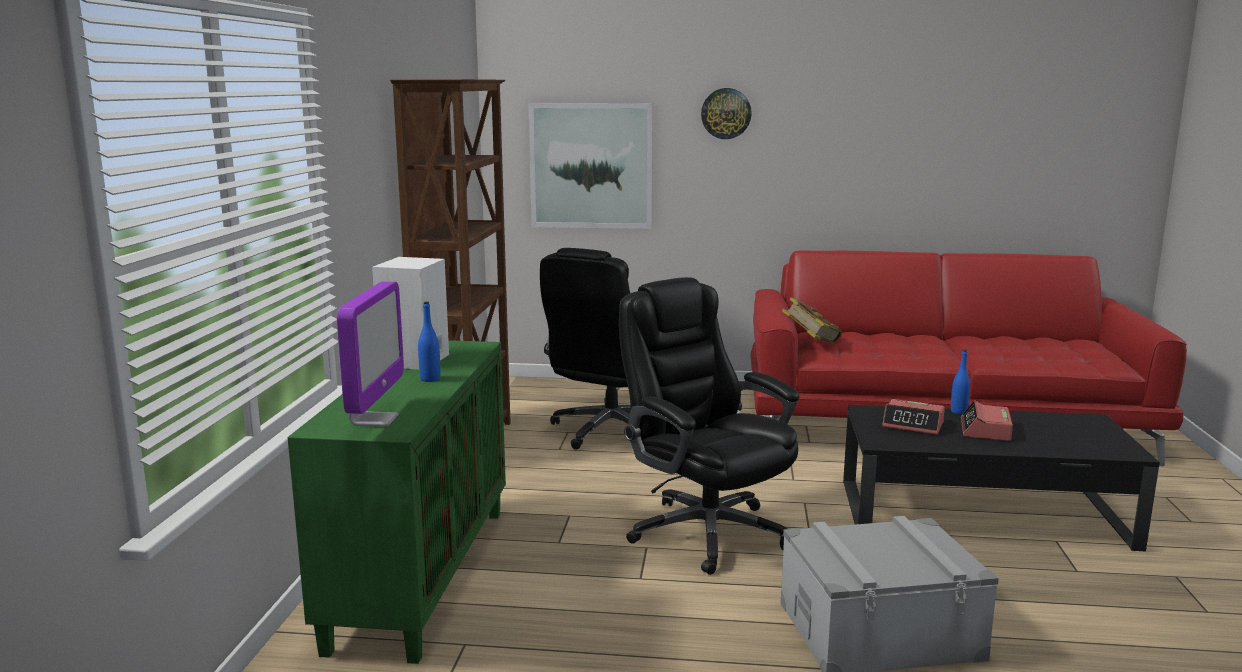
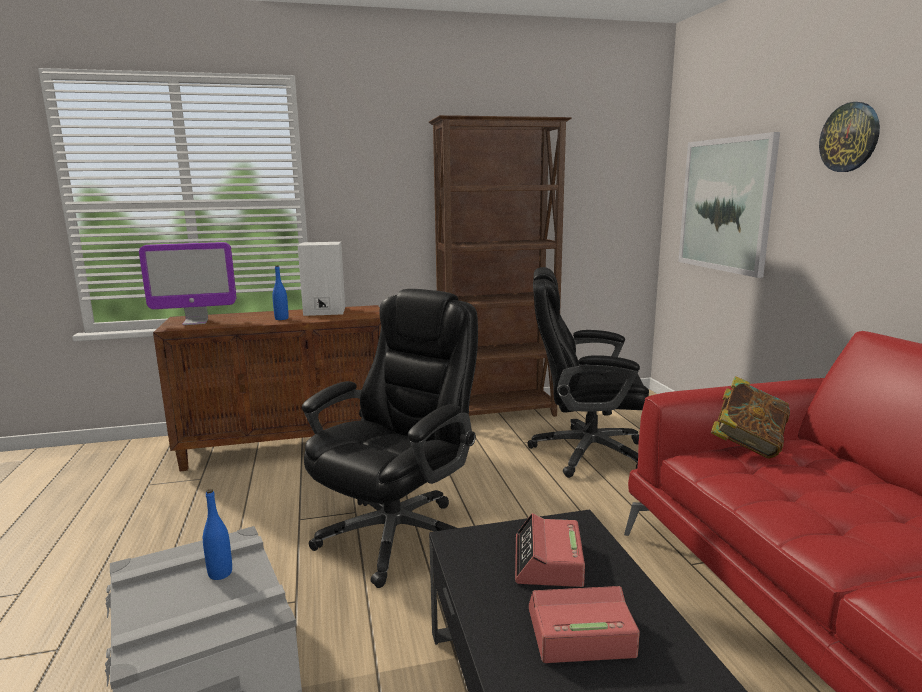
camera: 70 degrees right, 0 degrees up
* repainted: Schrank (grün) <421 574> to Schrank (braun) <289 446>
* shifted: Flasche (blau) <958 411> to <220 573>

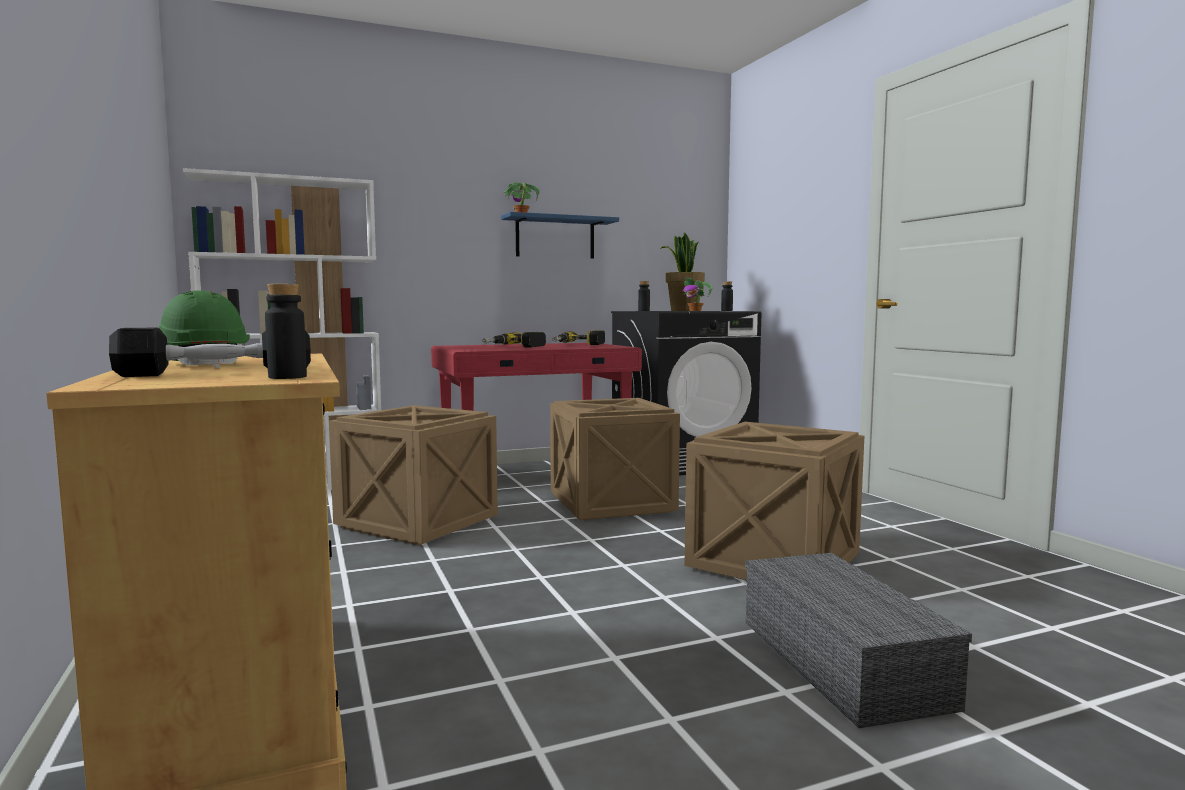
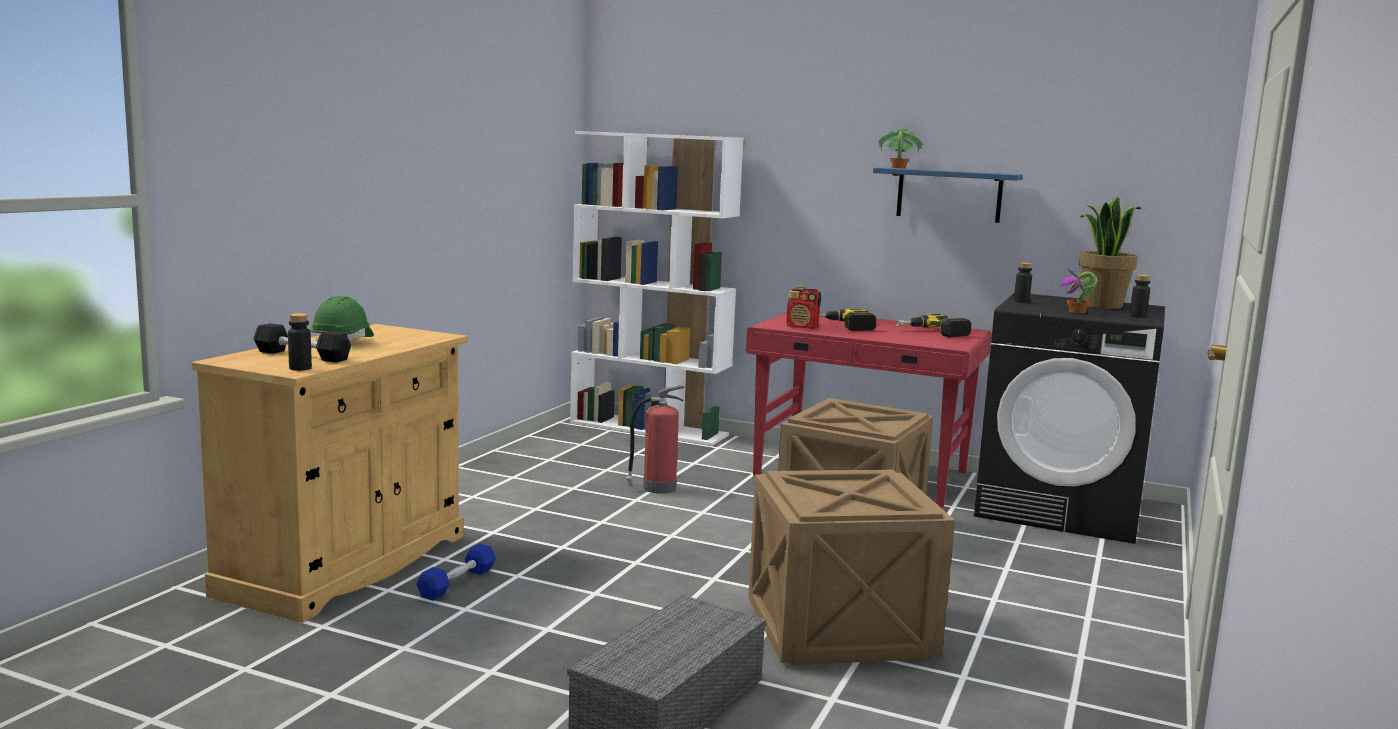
camera: 45 degrees right, 5 degrees up
* swapped: Kiste <415 522> to Feuerlöscher <657 488>
* new: Radio <802 327>
* new: Hantel (blau) <457 583>

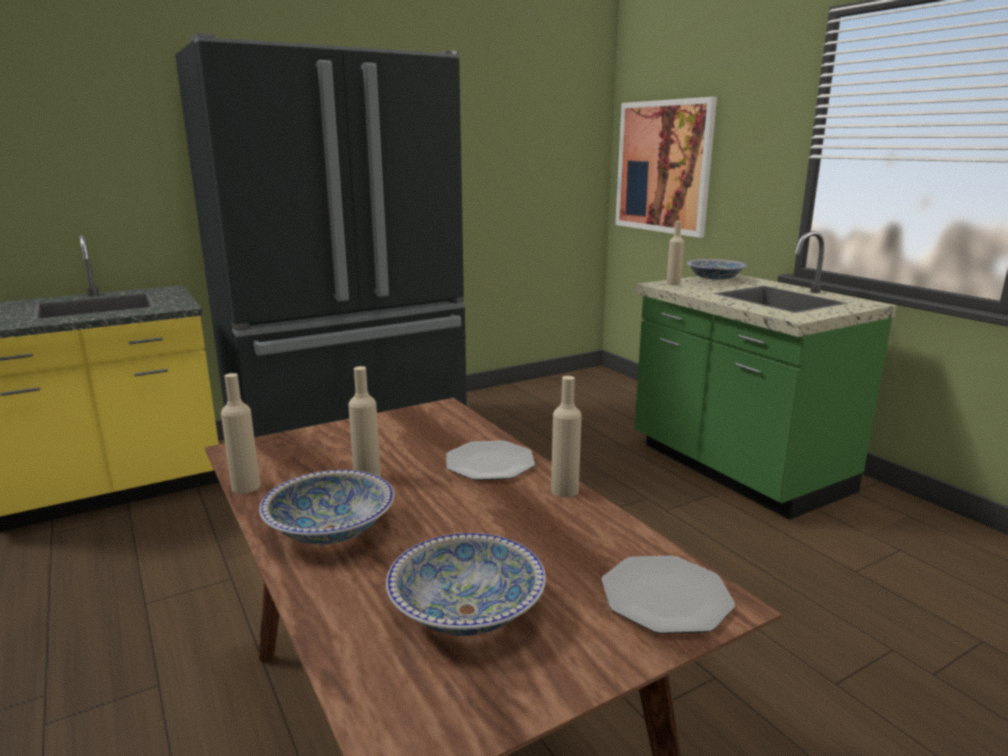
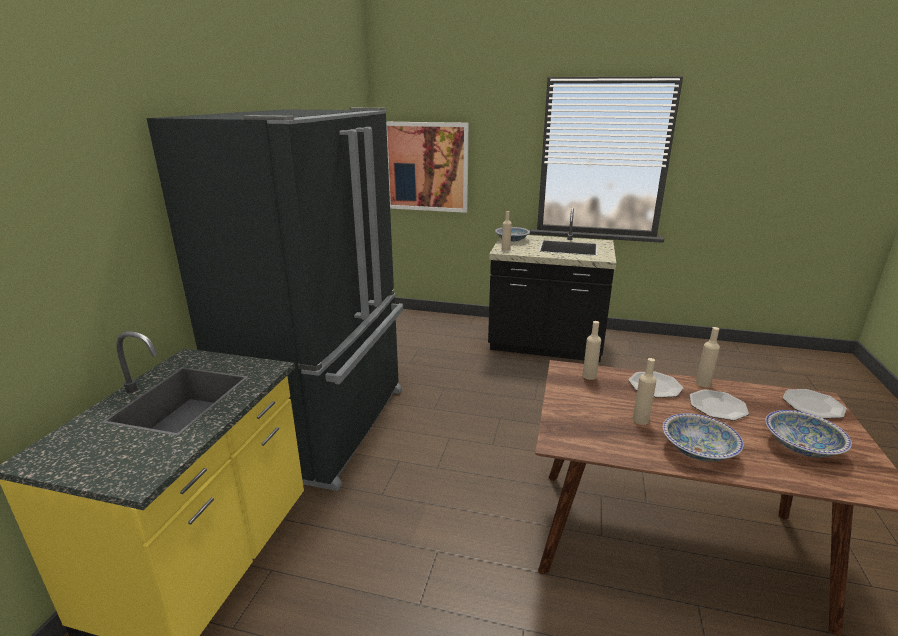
camera: 45 degrees left, 5 degrees up
* repainted: Küchenzeile (grün) <736 469> to Küchenzeile (schwarz) <545 346>
* shifted: Flasche (beige) <245 487> to <589 376>
* new: Teller <717 406>

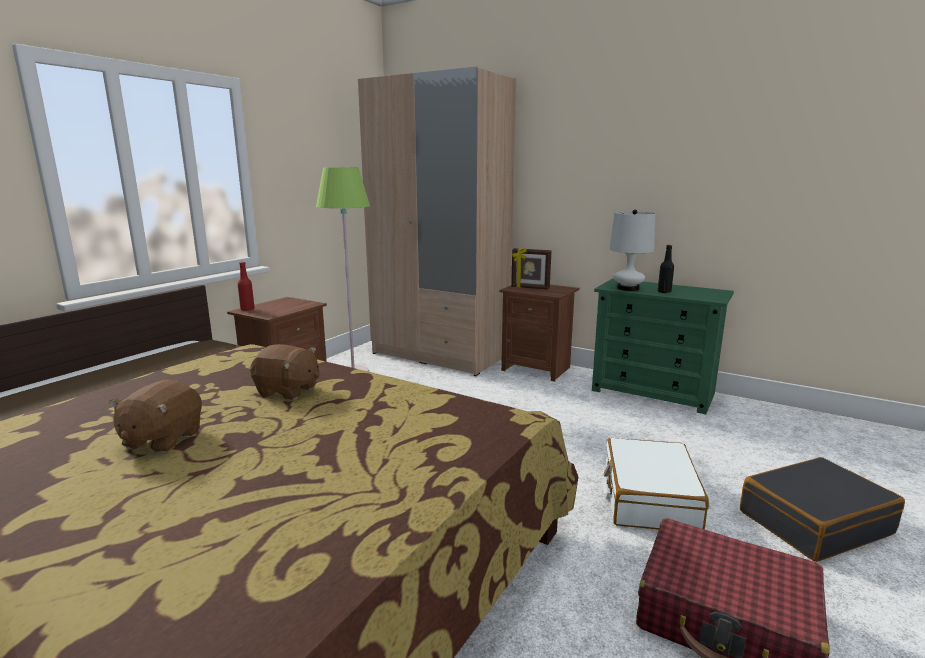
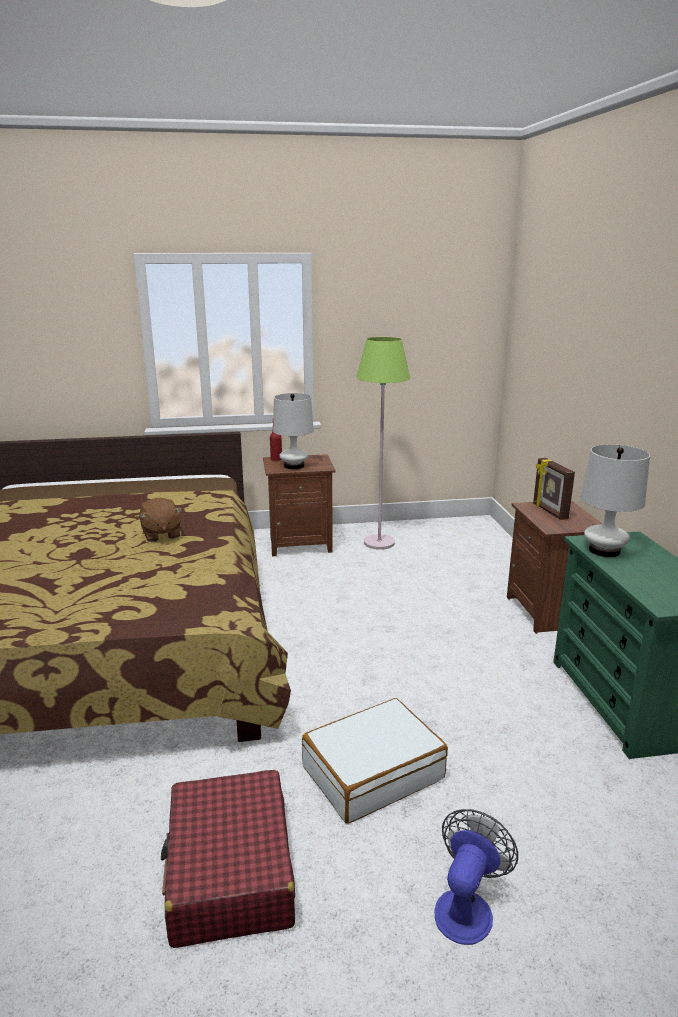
camera: 50 degrees right, 5 degrees up
* gone: Kleiderschrank (beige) <440 354>
* gone: Flasche (schwarz) <664 292>
* gone: Plüschtier (braun) <162 439>
* swapped: Koffer (schwarz) <813 522> to Ventilator <466 906>
* new: Tischlampe (weiß) <294 466>

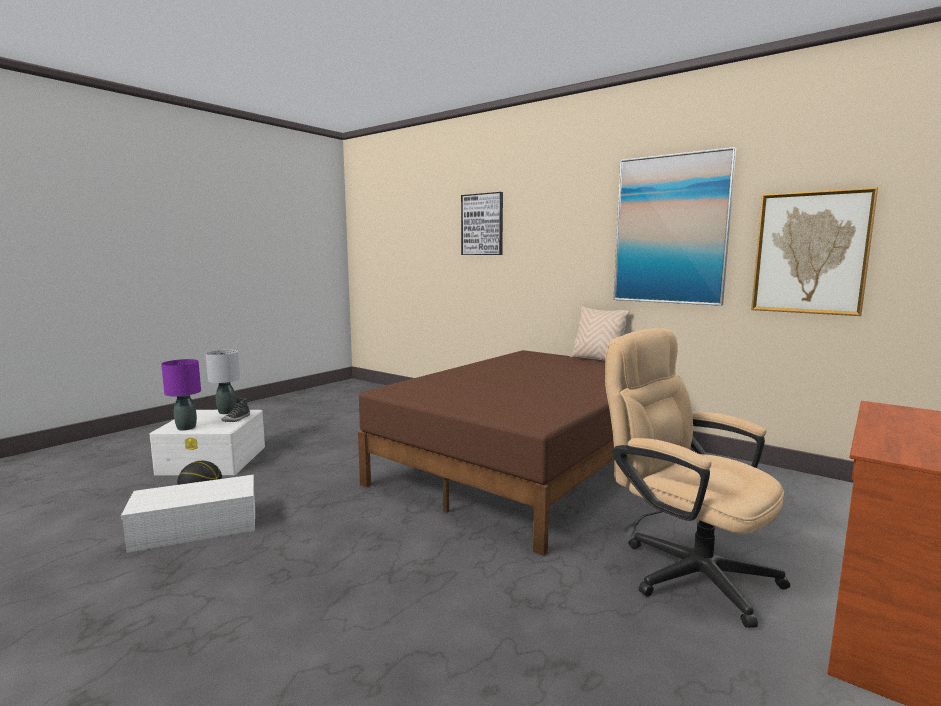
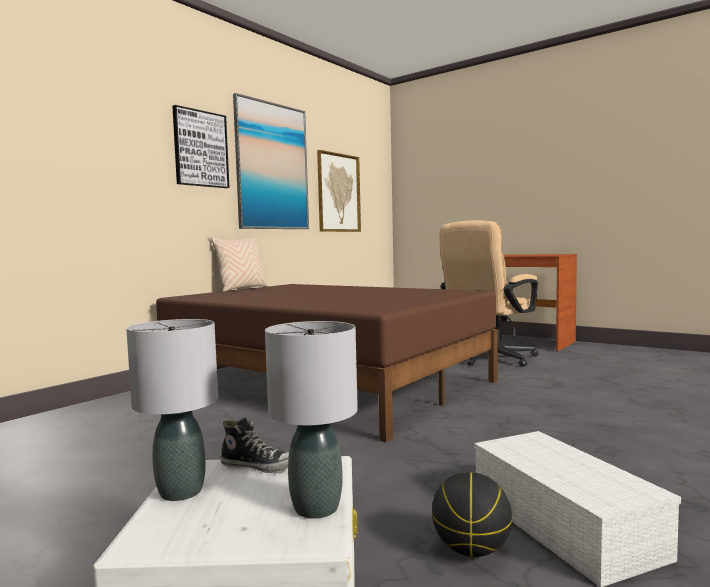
camera: 90 degrees left, 5 degrees down
* shifted: Bild <482 224> to <200 149>
* repainted: Tischlampe (lila) <186 427> to Tischlampe (grau) <315 508>

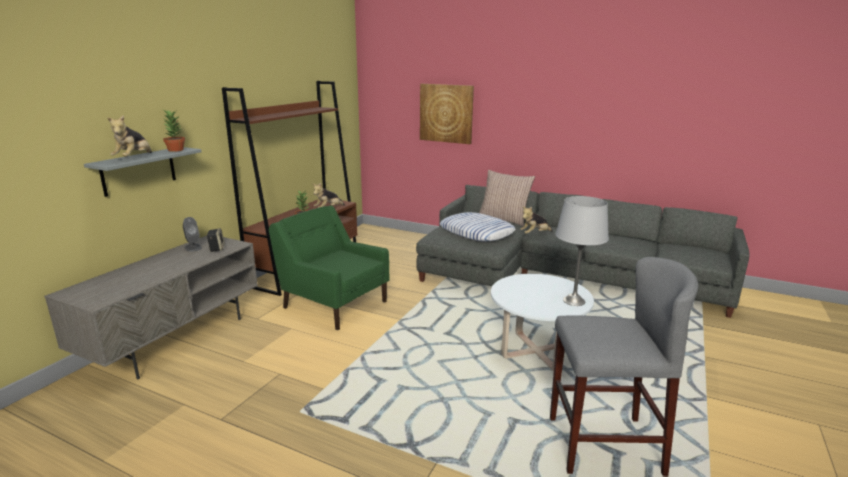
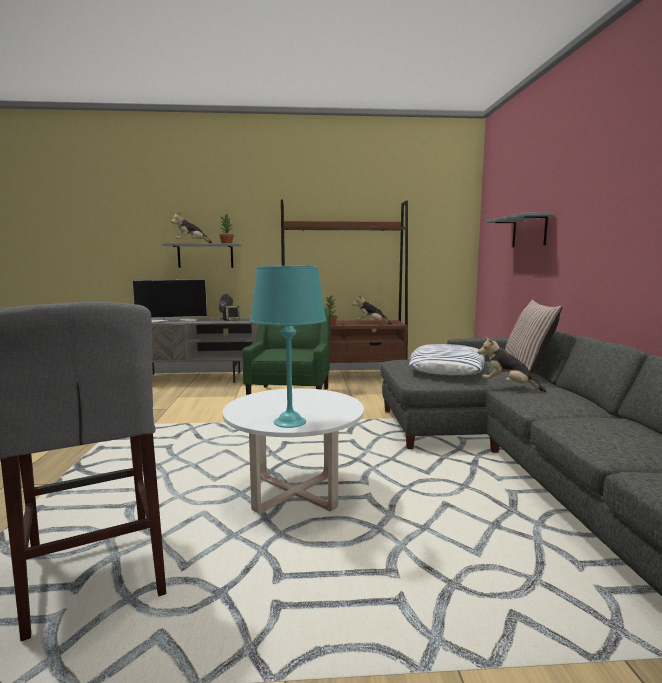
camera: 60 degrees right, 10 degrees down
* swapped: Bild <446 113> to Wandregal (grau) <529 231>
* repainted: Tischlampe (grau) <574 301> to Tischlampe (türkis) <289 422>
* new: Fernseher <172 320>

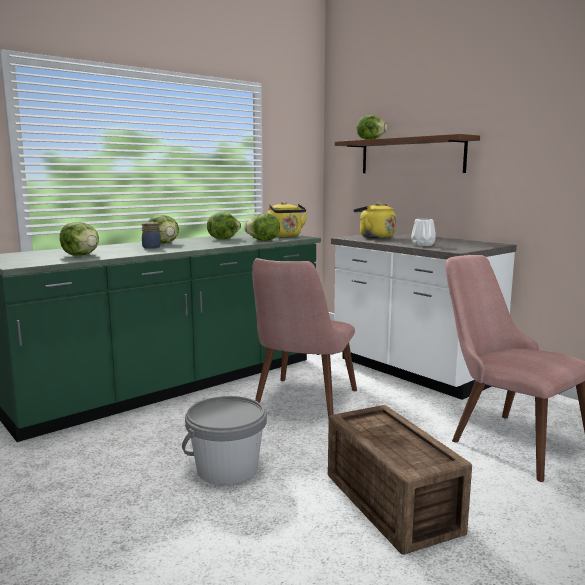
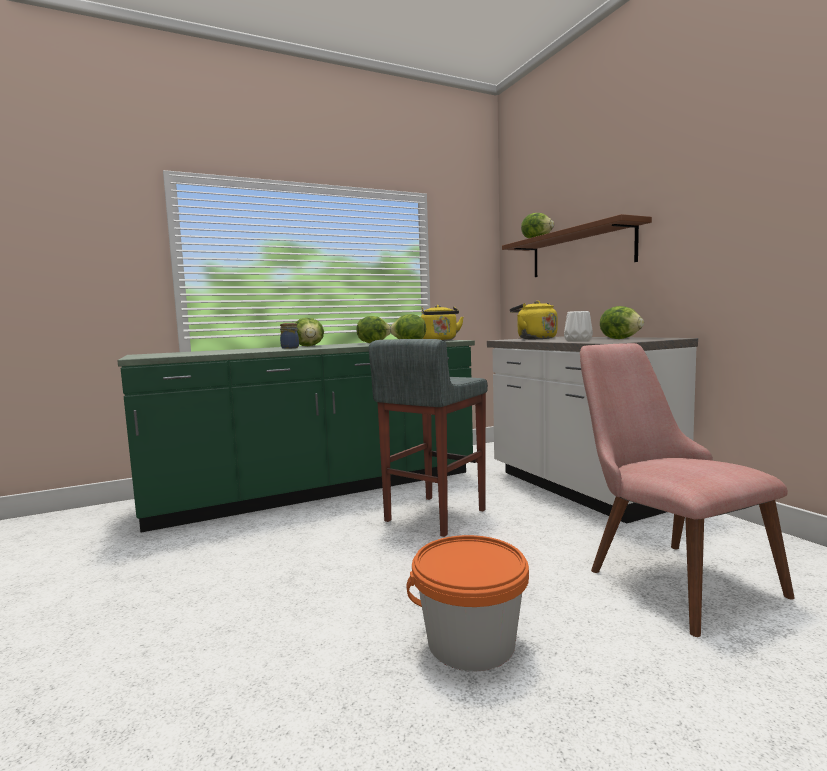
camera: 15 degrees right, 5 degrees down
* shifted: Salatkopf <82 255> to <621 339>
* swapped: Stuhl (rosa) <301 404> to Hocker (grau) <433 515>
* gone: Eimer (grau) <227 469>
* swapped: Kiste <390 504> to Eimer (orange) <471 642>

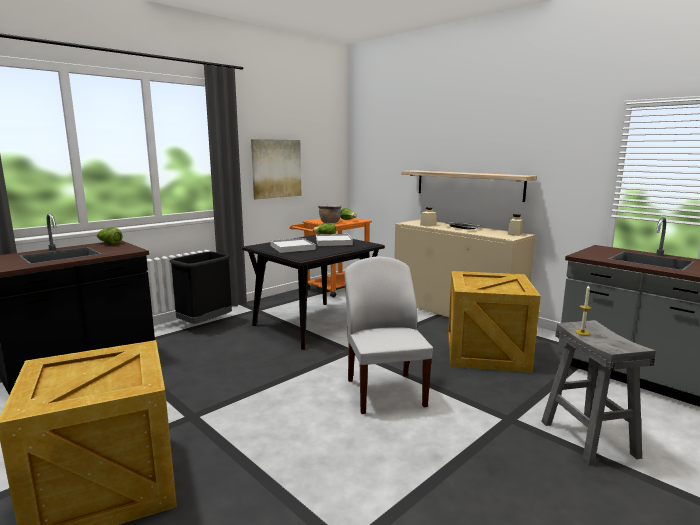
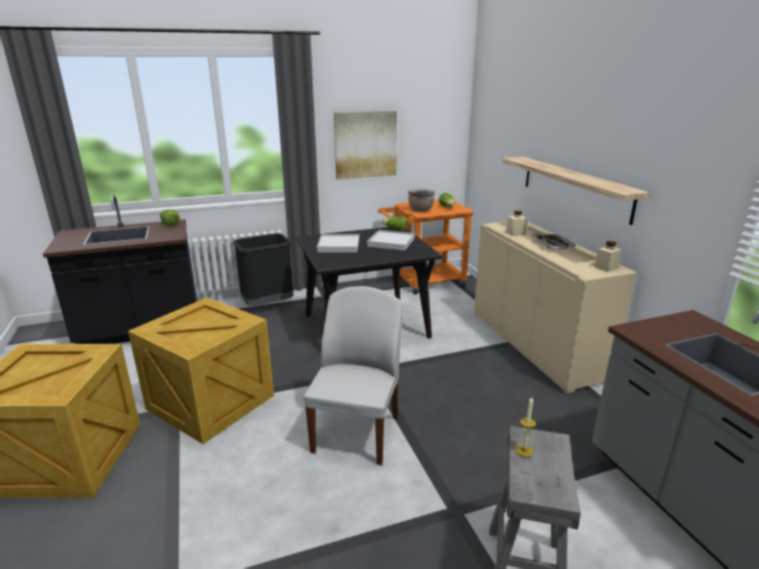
camera: 25 degrees right, 10 degrees up
* shifted: Kiste <487 352> to <213 402>

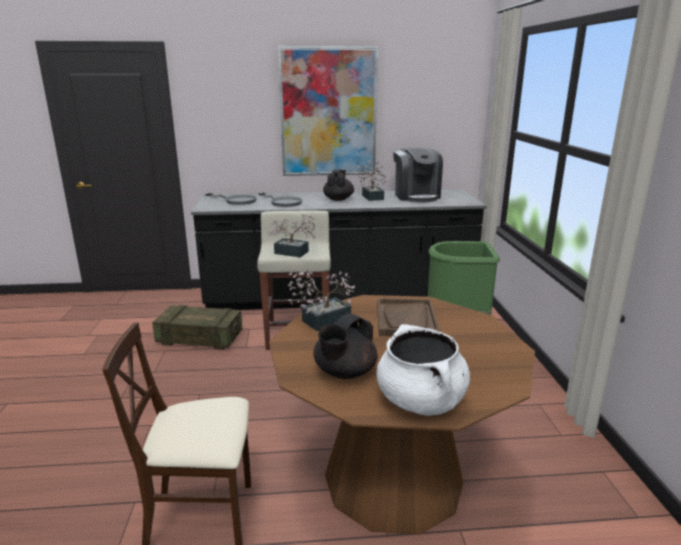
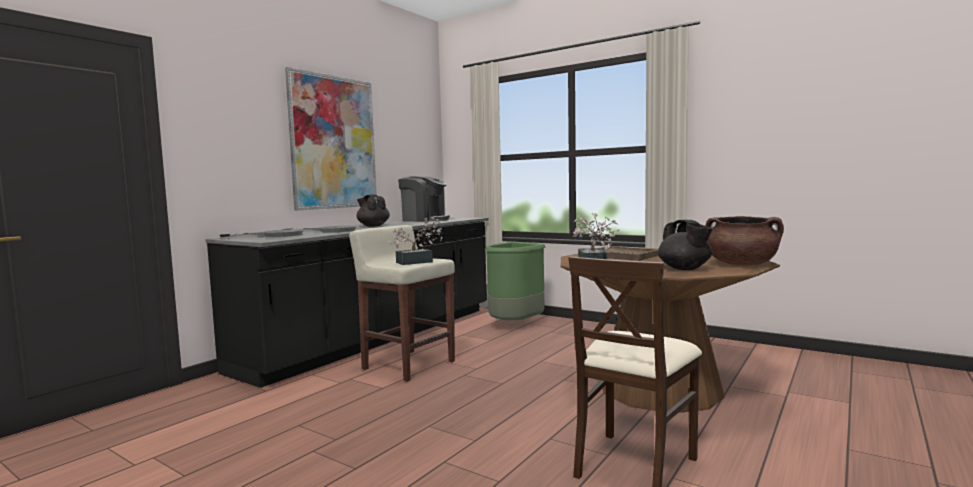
camera: 50 degrees left, 15 degrees down
* gone: Topfpflanze <372 196>
* gone: Kiste <200 338>
* repainted: Kochtopf (weiß) <421 401> to Kochtopf (braun) <742 264>

